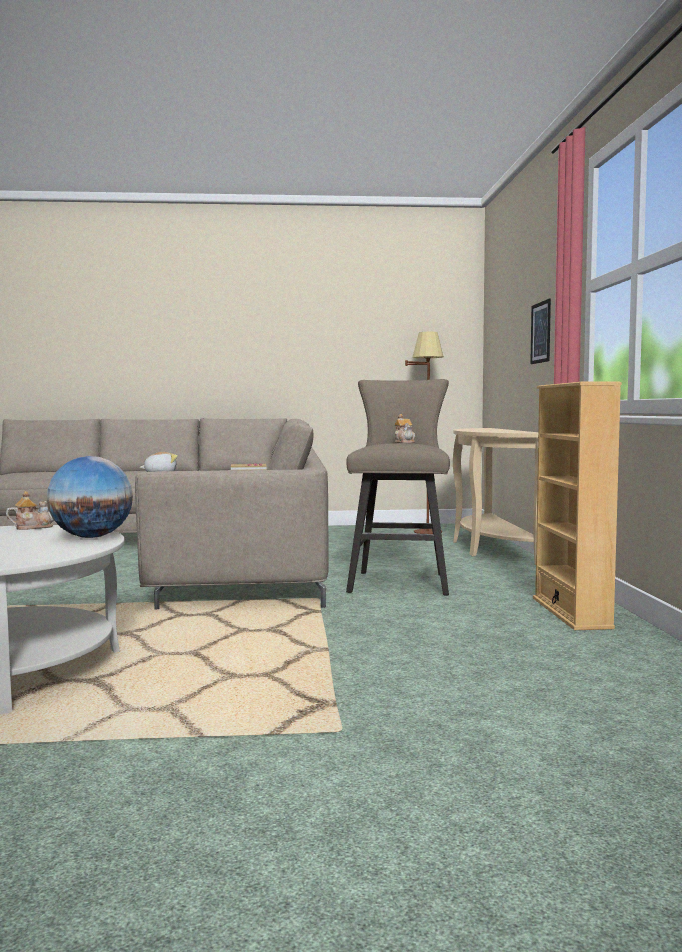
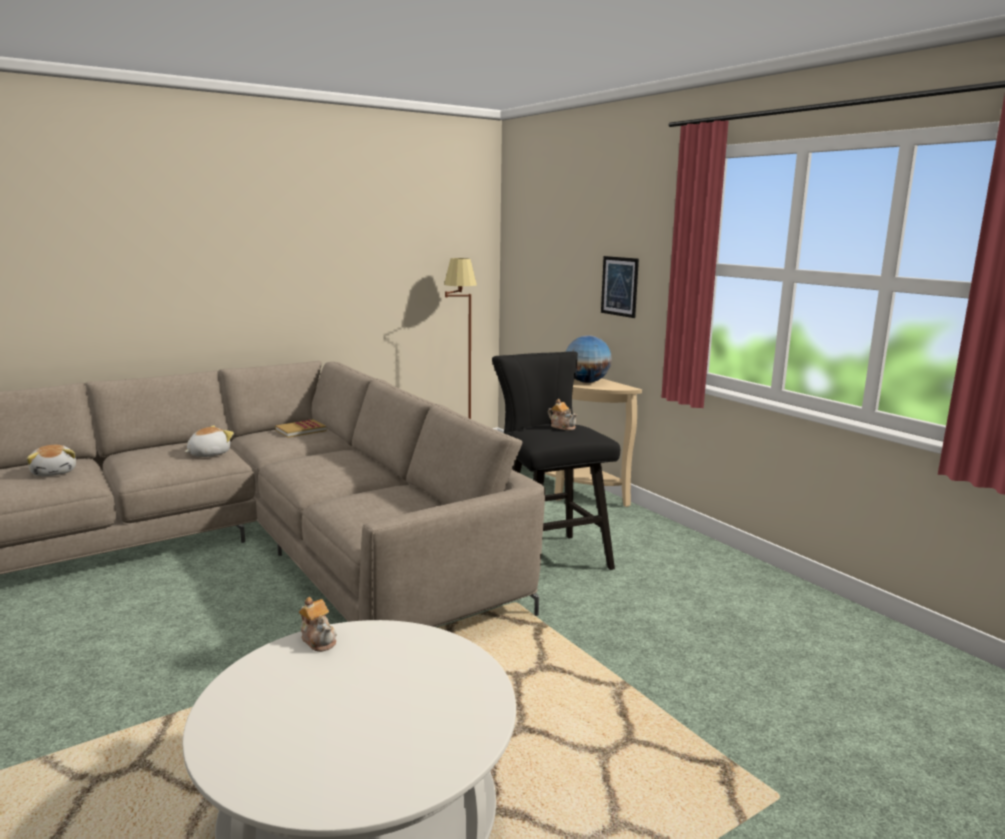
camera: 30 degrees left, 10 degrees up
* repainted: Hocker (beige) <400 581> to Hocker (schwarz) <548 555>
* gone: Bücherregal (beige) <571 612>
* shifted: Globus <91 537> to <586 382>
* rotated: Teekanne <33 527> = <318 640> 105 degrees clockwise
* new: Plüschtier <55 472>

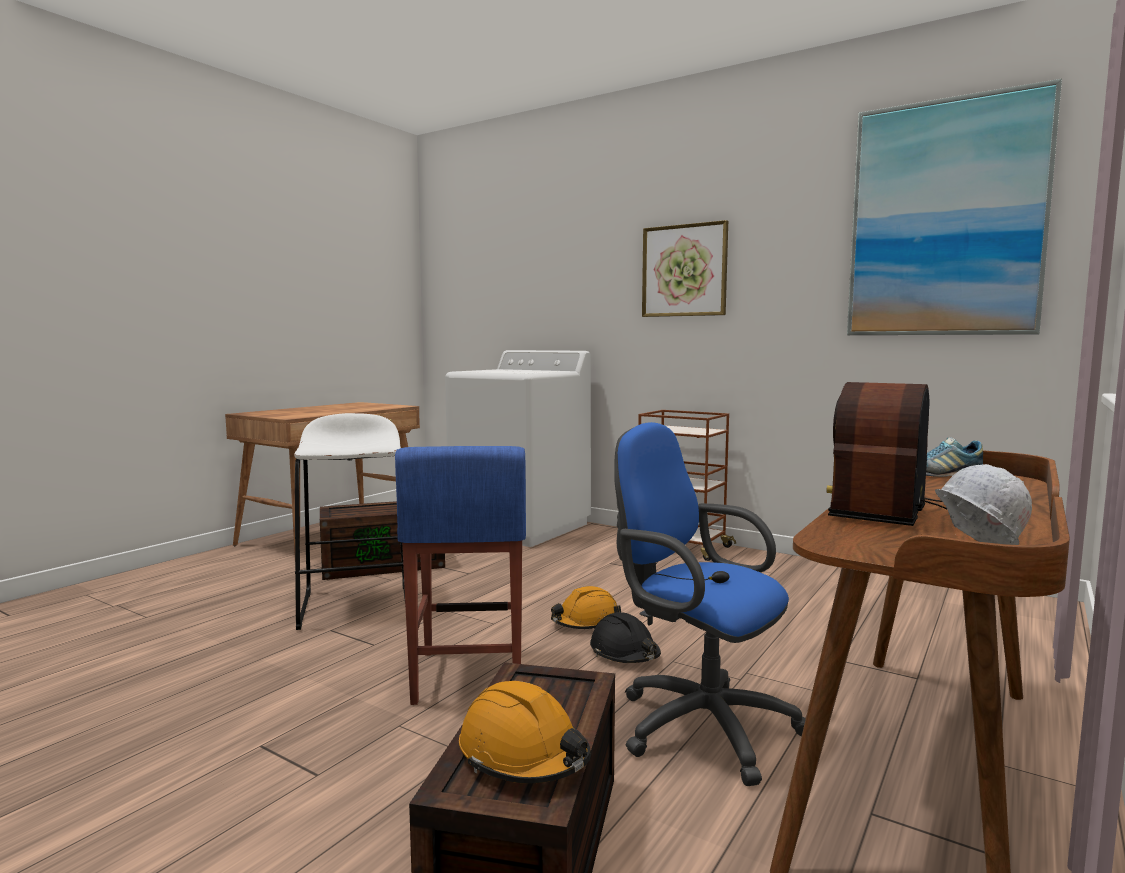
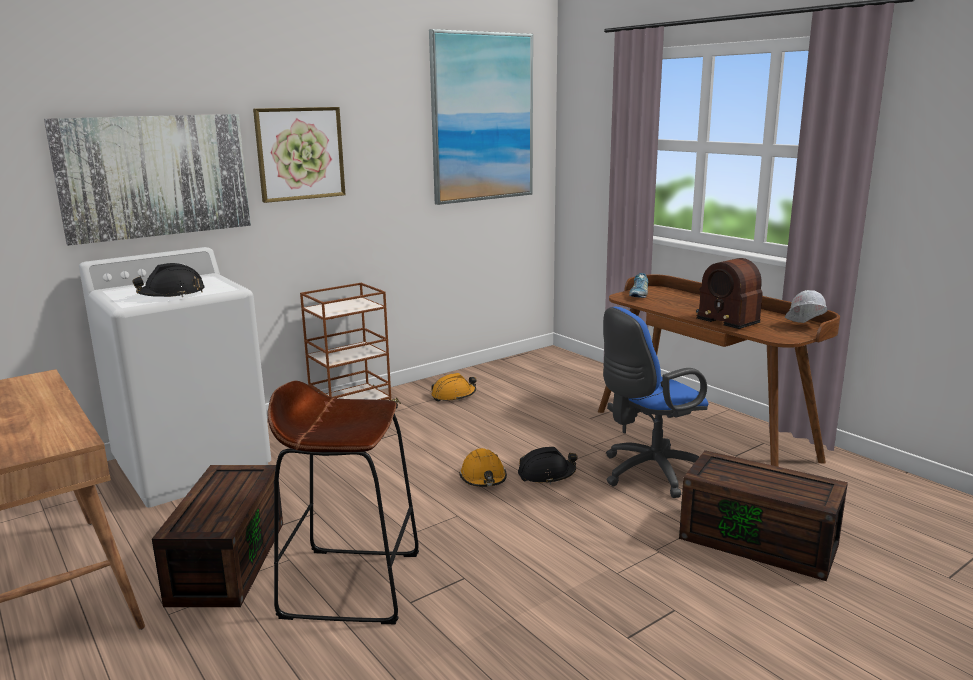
camera: 70 degrees left, 10 degrees up
* repainted: Hocker (weiß) <356 605> to Hocker (braun) <351 584>
* gone: Hocker (blau) <468 676>
* shifted: Schutzhelm (orange) <524 755> to <453 395>
* new: Bild <155 176>
* new: Schutzhelm (schwarz) <172 295>

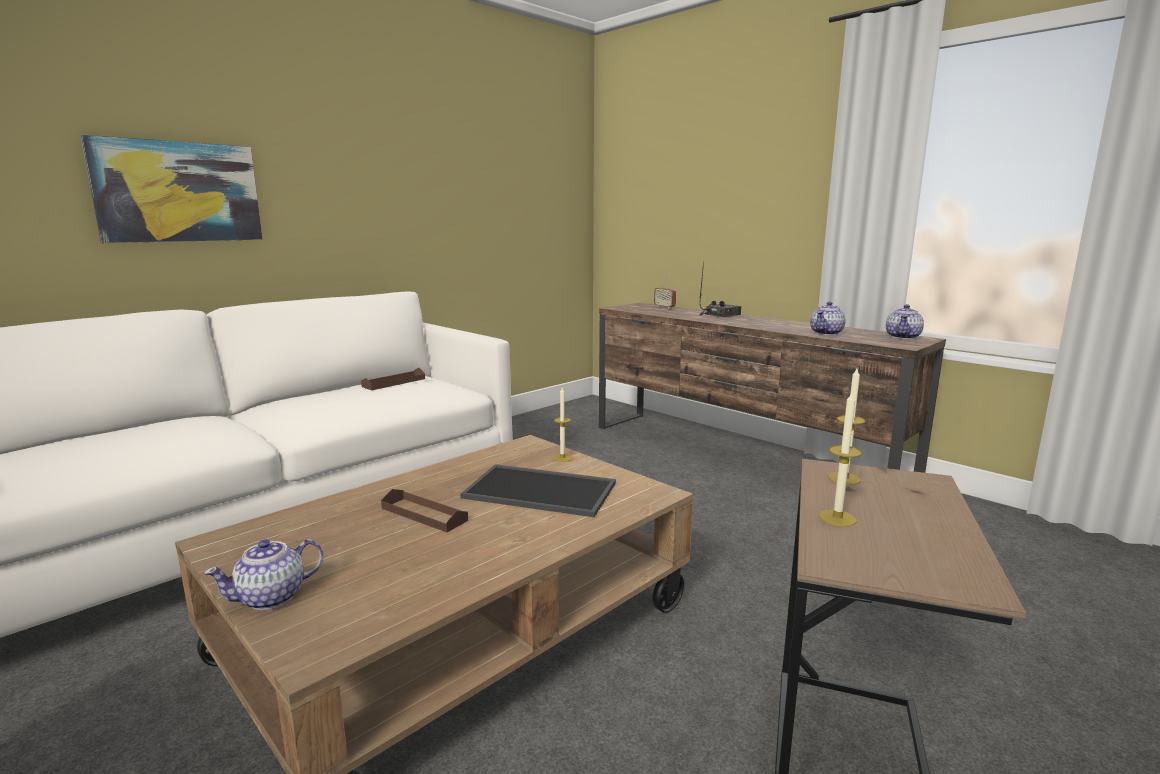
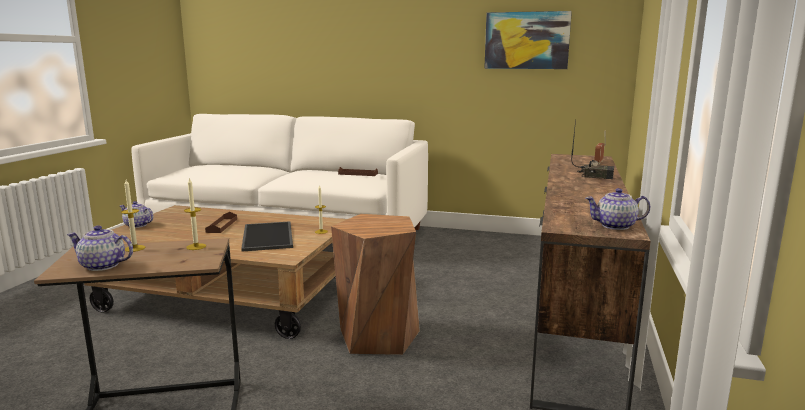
camera: 60 degrees right, 0 degrees up
* shifted: Bild <178 192> to <526 40>
* shifted: Teekanne <827 333> to <103 266>
* new: Hocker (braun) <378 336>

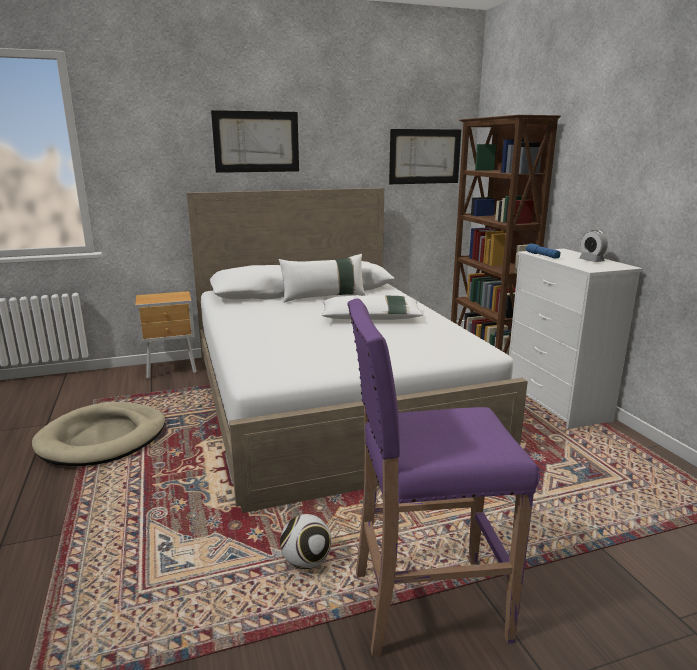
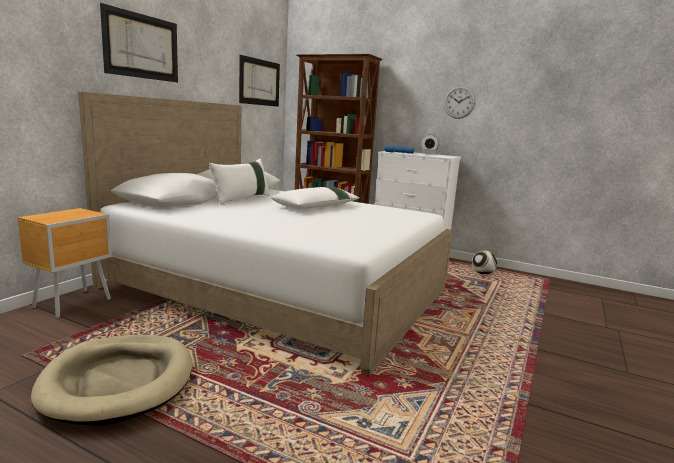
camera: 45 degrees left, 5 degrees down
* gone: Hocker (lila) <425 605>
* shifted: Fußball <307 562> to <483 273>
* new: Wanduhr <459 102>

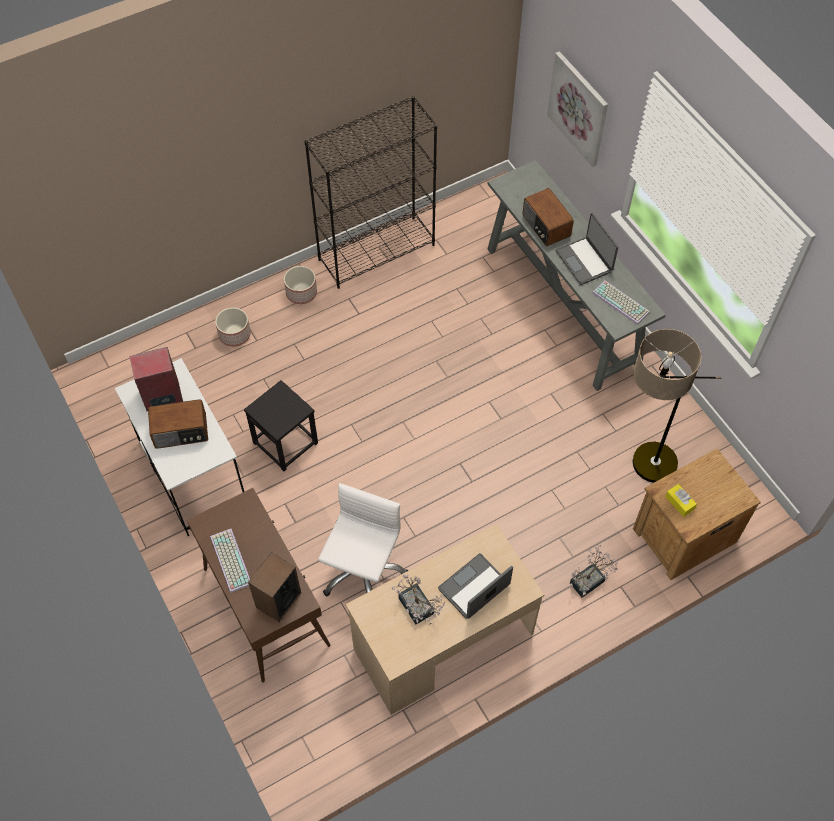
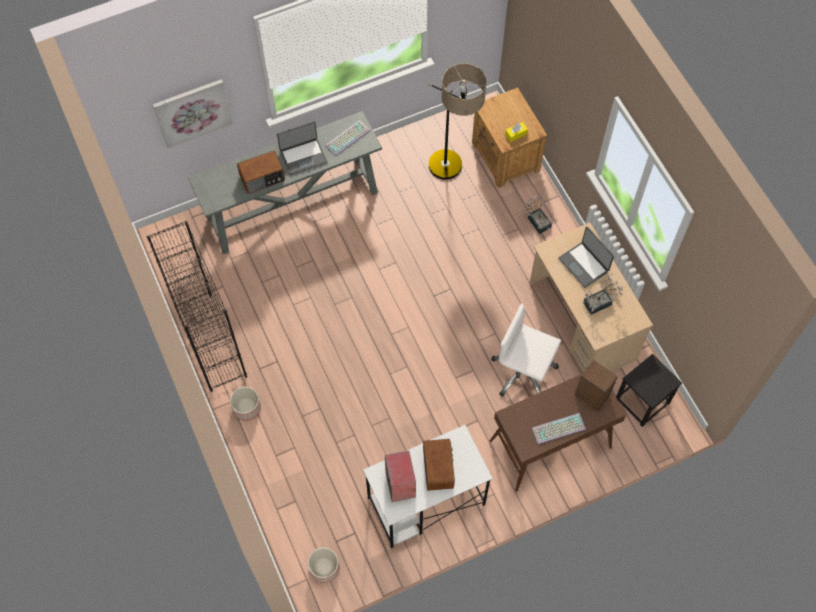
camera: 85 degrees left, 5 degrees up
* shifted: Pflanzkübel <234 334> to <324 568>
* shifted: Hocker (schwarz) <286 442> to <642 400>

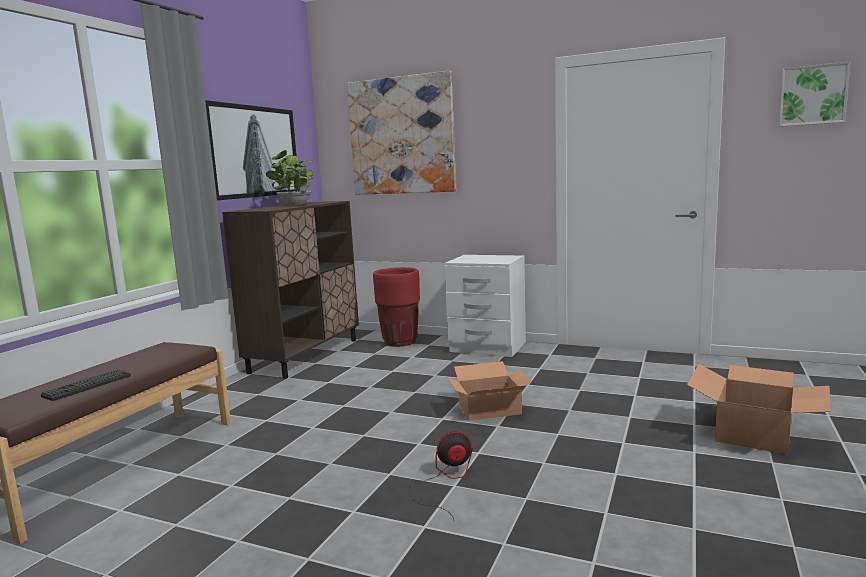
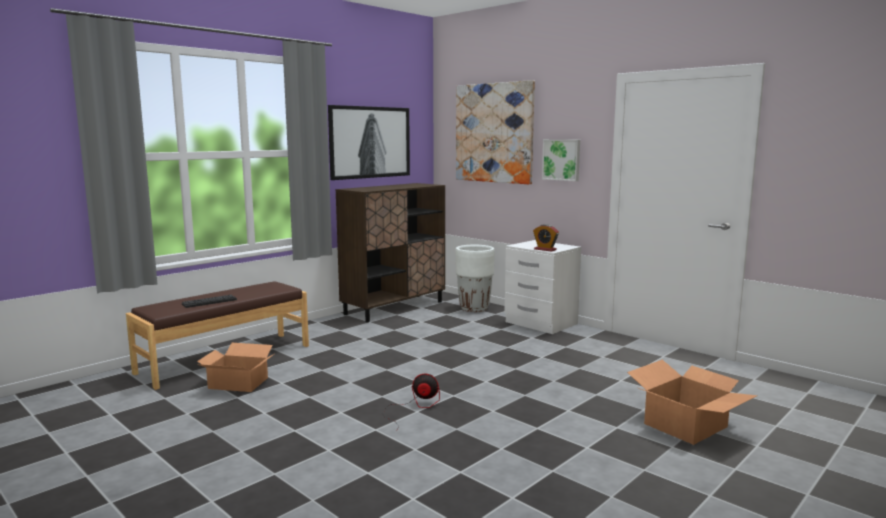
camera: 20 degrees right, 0 degrees up
* shifted: Bild <812 95> to <562 159>
* gone: Topfpflanze <294 205>
* repainted: Pflanzkübel (rot) <400 342> to Pflanzkübel (weiß) <474 308>
* shifted: Karton <490 409> to <238 383>
* new: Wecker <545 249>

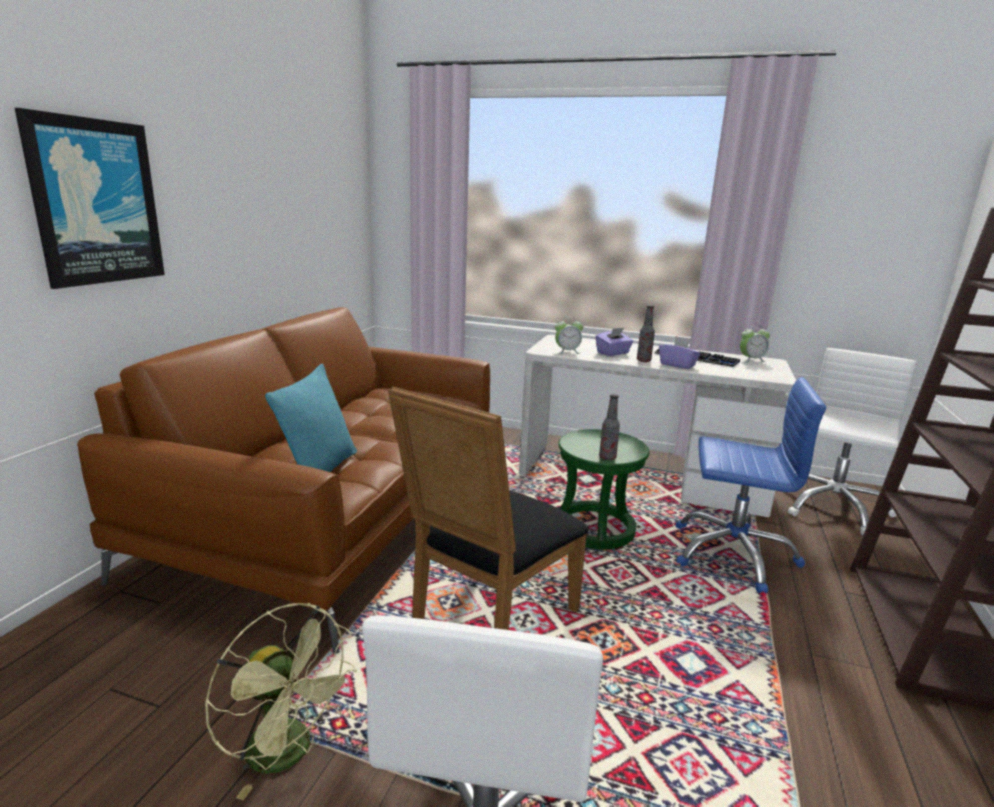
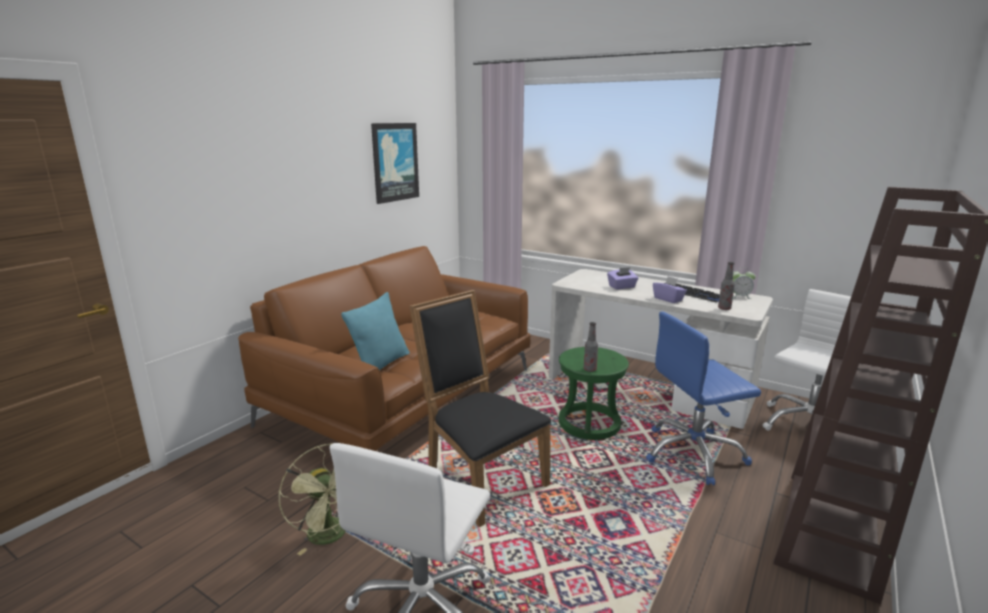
camera: 15 degrees right, 0 degrees up
* shifted: Bild <96 202> to <395 162>
* shifted: Flasche <643 360> to <724 308>
* gone: Wecker <567 352>
* rotated: Bürostuhl (blau) <732 554> = <693 453> 135 degrees clockwise
* rotated: Stuhl (schwarz) <487 623> = <480 479> 90 degrees clockwise

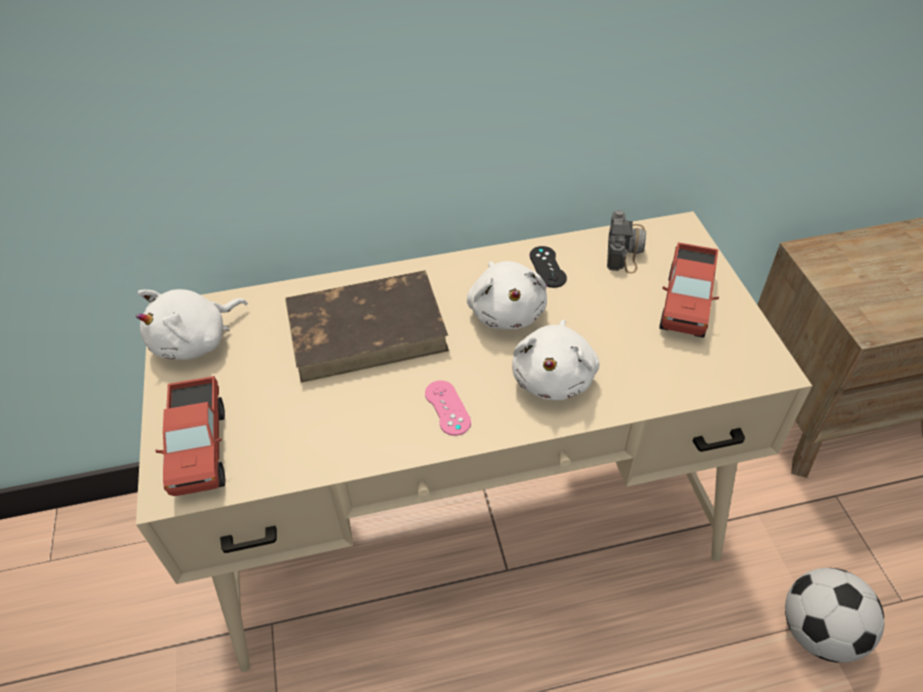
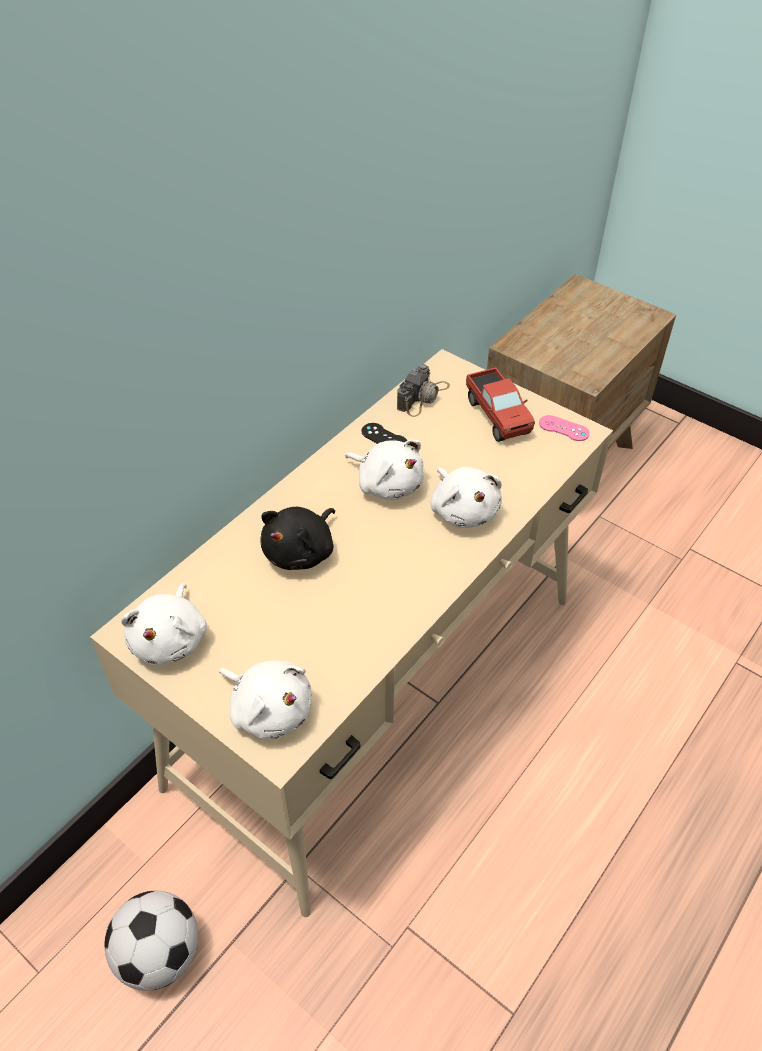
camera: 40 degrees left, 0 degrees up
* rotated: Kamera <626 247> = <423 396> 60 degrees clockwise
* swapped: Buch (braun) <368 329> to Plüschtier (schwarz) <301 551>
* swapped: Spielzeuglaster <200 449> to Plüschtier (weiß) <269 709>
* shifted: Gamepad (rosa) <447 408> to <563 428>
* shifted: Fußball <819 631> to <160 953>

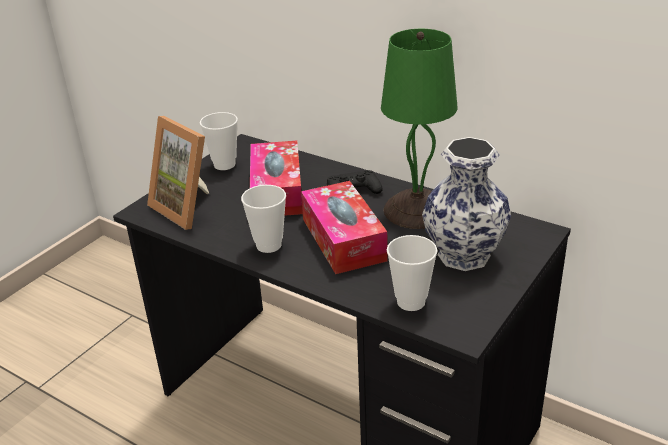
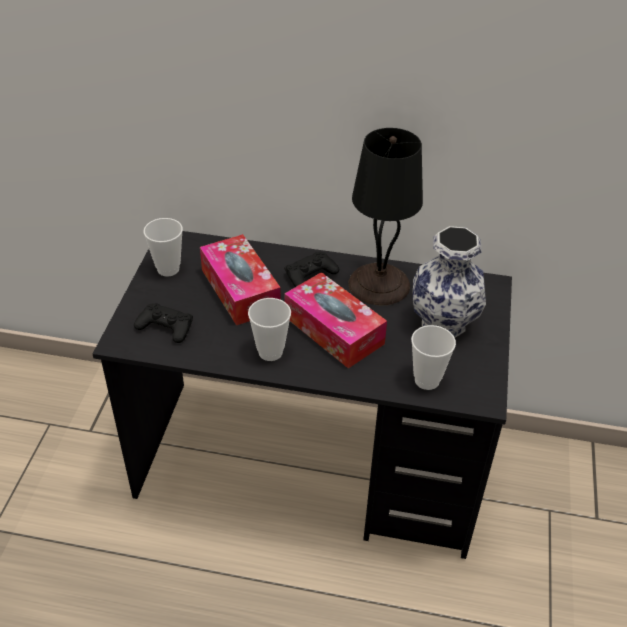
camera: 25 degrees left, 10 degrees up
* repainted: Tischlampe (grün) <418 210> to Tischlampe (schwarz) <380 284>
* swapped: Bilderrahmen <189 207> to Gamepad (schwarz) <165 327>

